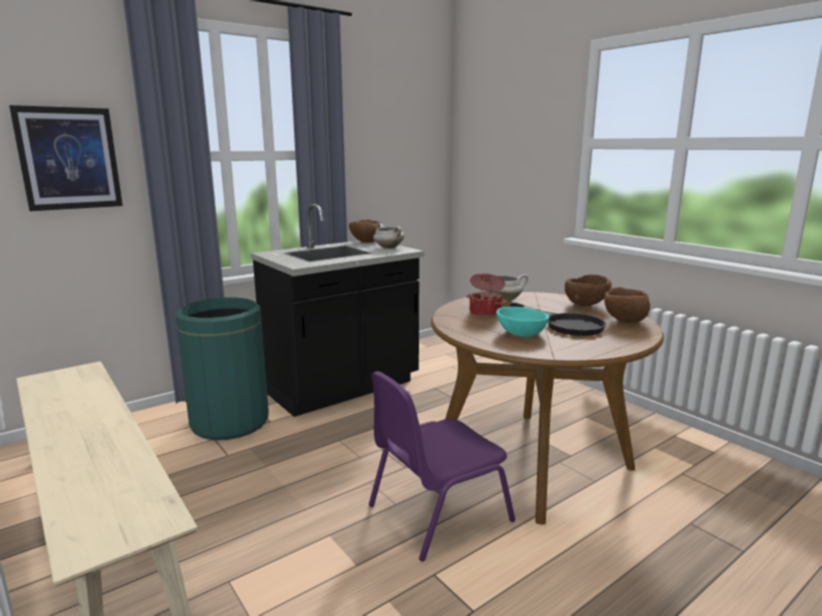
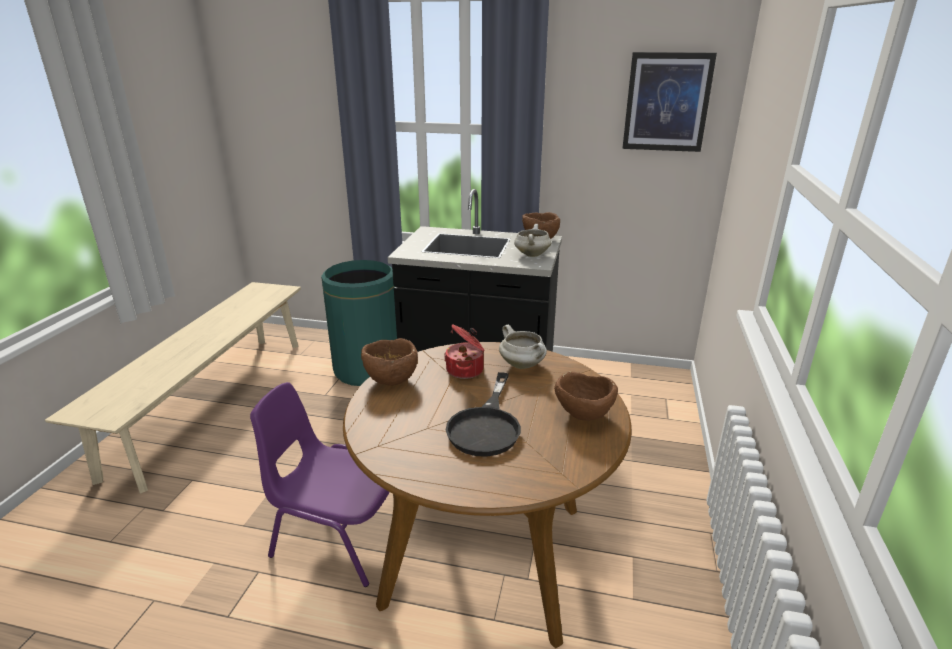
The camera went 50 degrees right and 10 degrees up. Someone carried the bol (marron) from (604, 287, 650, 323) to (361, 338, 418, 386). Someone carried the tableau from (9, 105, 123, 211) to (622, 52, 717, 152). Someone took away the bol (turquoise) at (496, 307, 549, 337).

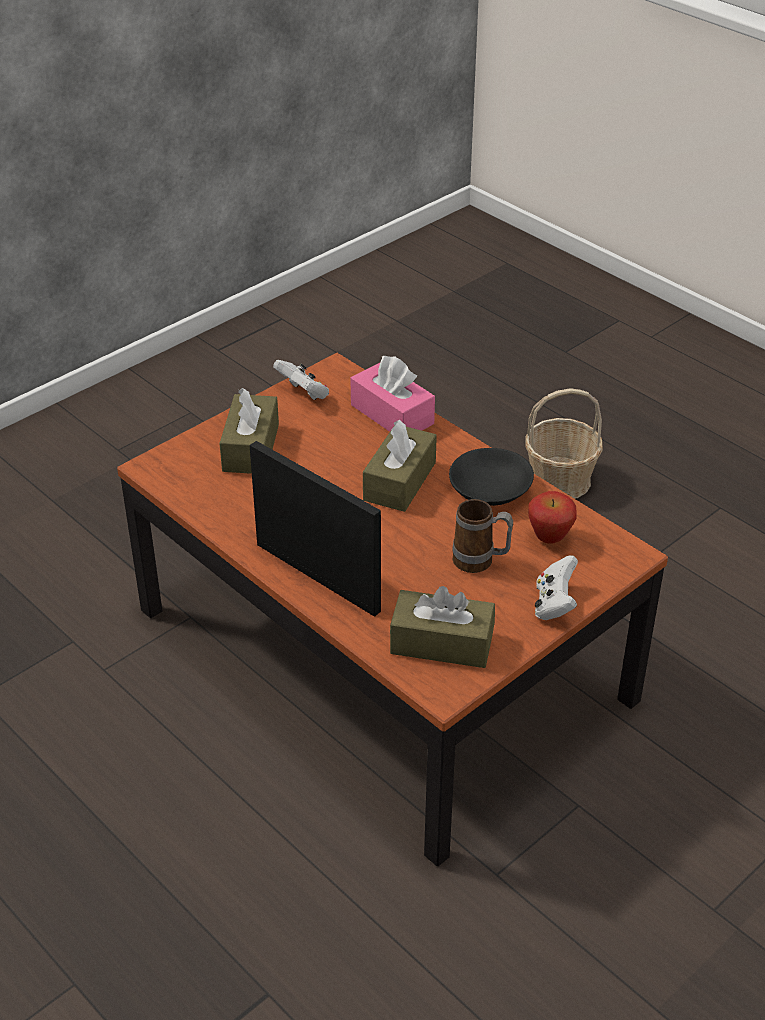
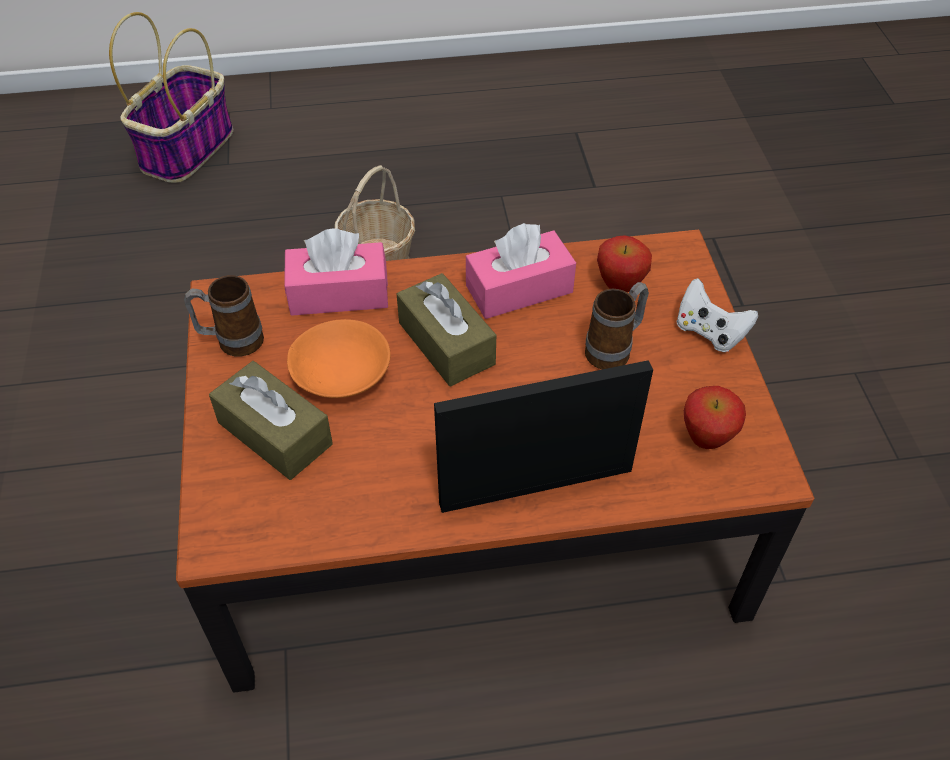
The camera went 55 degrees left and 10 degrees up. Someone put down the panier at (109, 12, 233, 183). Someone swapped the manette (blanc) at (273, 360, 329, 400) for the mug at (184, 275, 264, 356). Someone put down the bol (orange) at (287, 319, 390, 398). Someone swapped the bol (noir) at (449, 448, 534, 506) for the boîte à mouchoirs (rose) at (466, 223, 576, 319). Someone swapped the boîte à mouchoirs (marron) at (390, 586, 495, 668) for the pomme at (684, 386, 746, 449).

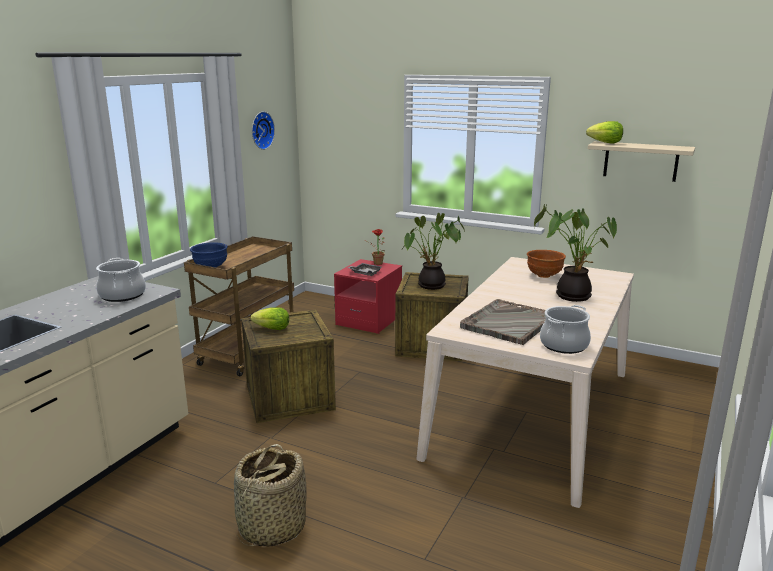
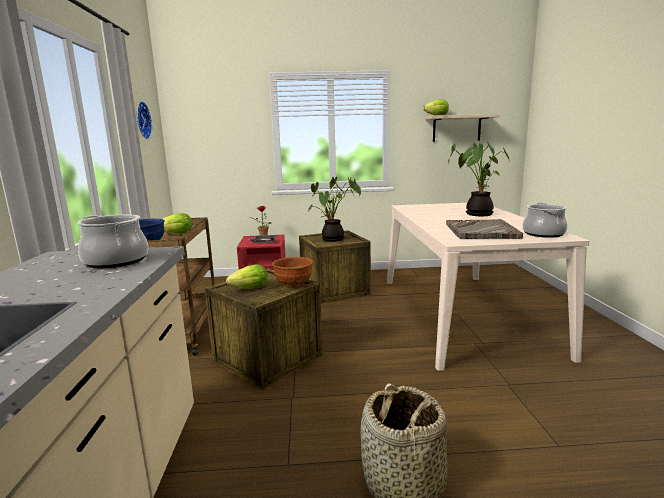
The camera went 30 degrees left and 5 degrees down. Someone put down the laitue at (163, 213, 192, 234). Someone carried the bol (marron) from (527, 250, 566, 278) to (272, 257, 313, 287).

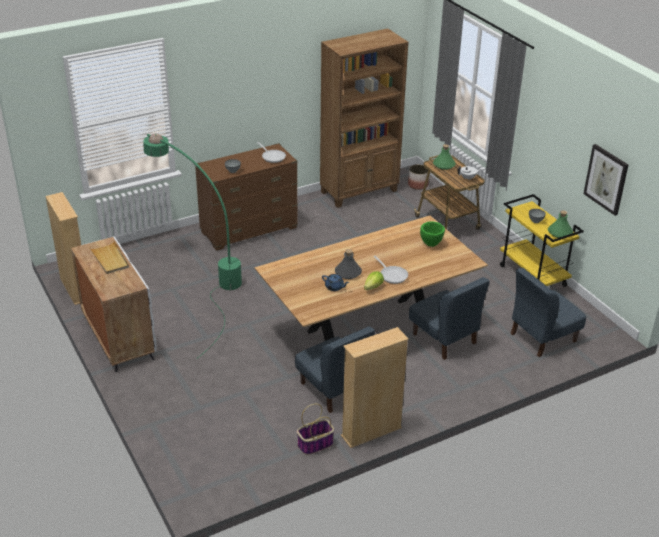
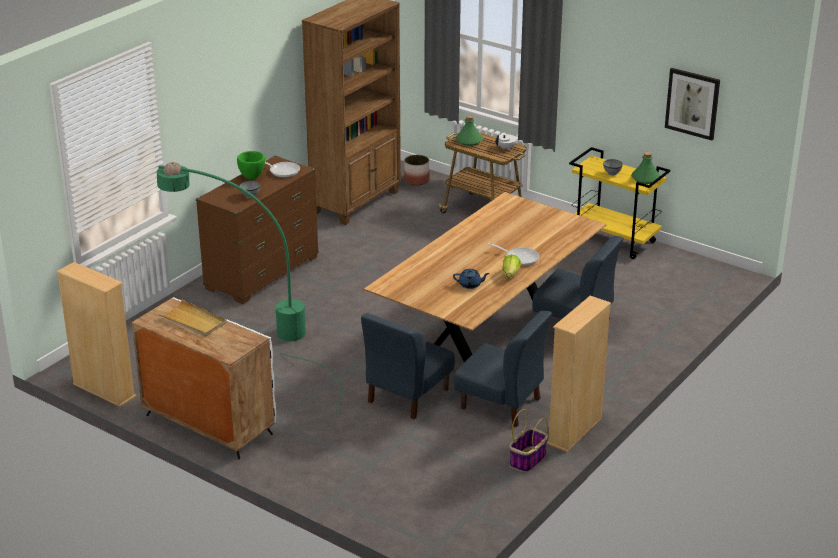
The camera went 25 degrees left and 5 degrees down. Someone carried the bol (vert) from (420, 221, 445, 247) to (237, 151, 265, 179). Someone carried the chaise (bleu) from (511, 268, 586, 357) to (361, 313, 455, 419). Someone took away the bouteille (gris) at (335, 249, 362, 279).

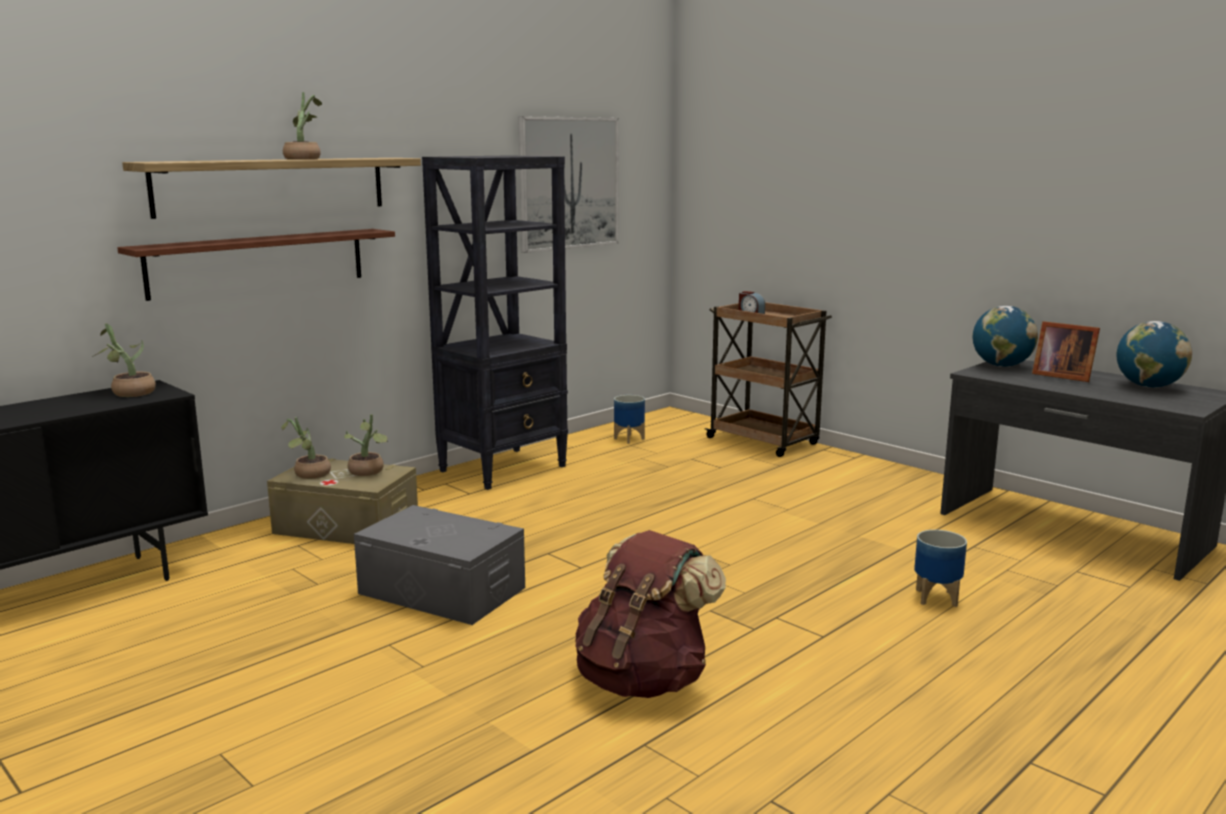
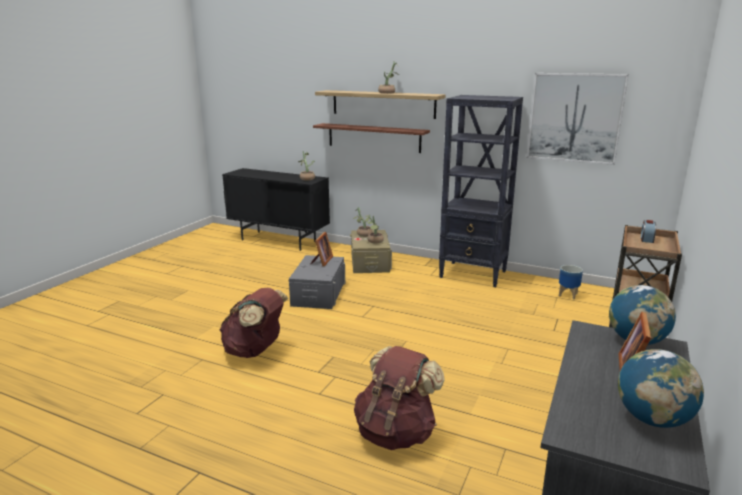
The camera went 70 degrees right and 5 degrees up. Someone put down the cadre photo at (311, 232, 333, 266). Someone swapped the cache-pot at (914, 530, 967, 607) for the sac à dos (marron) at (354, 346, 445, 450).

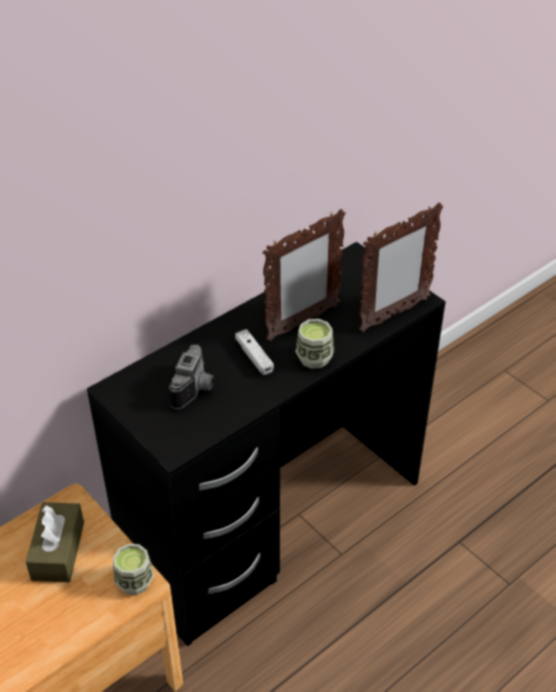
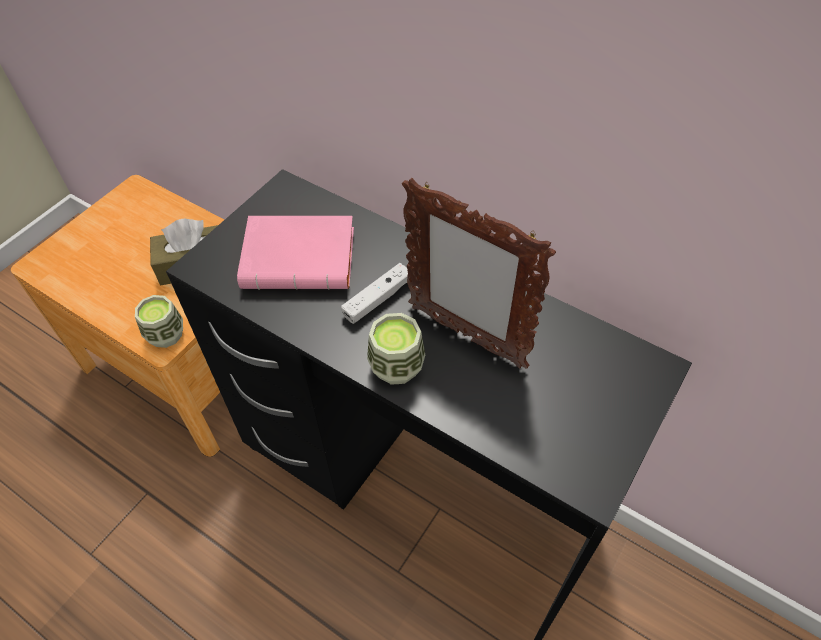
The camera went 75 degrees right and 10 degrees up. Someone swapped the appareil photo at (169, 344, 214, 409) for the livre (rose) at (237, 216, 354, 290). Someone took away the cadre photo at (359, 202, 443, 332).

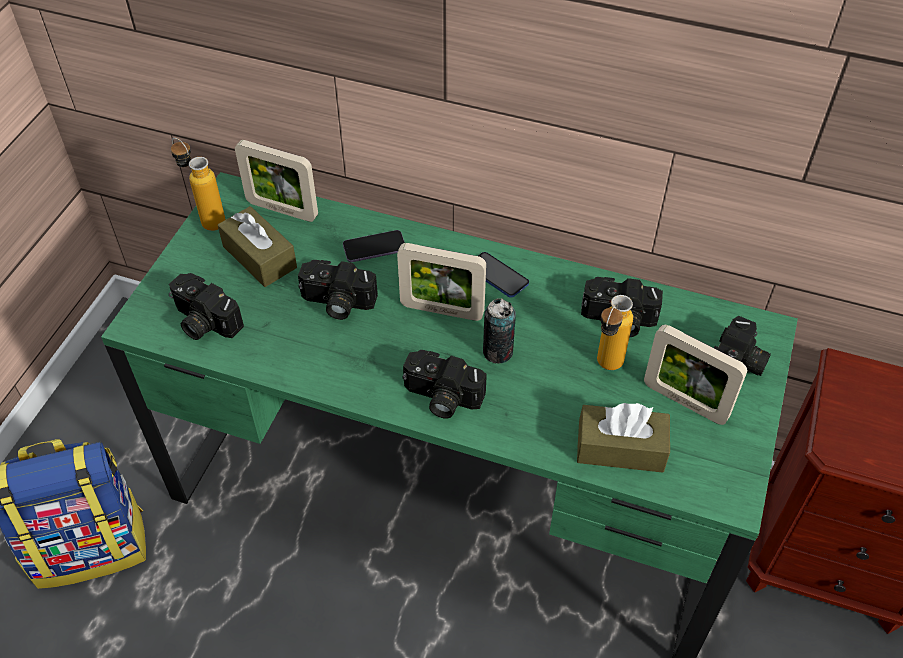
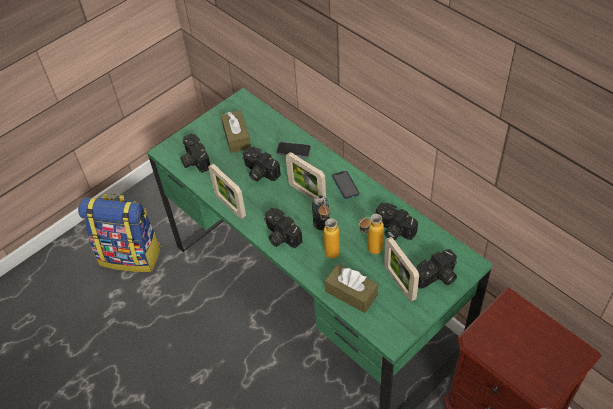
The camera went 30 degrees right and 0 degrees up. Someone carried the cadre photo from (235, 140, 318, 222) to (208, 164, 246, 219). Someone carried the bouteille from (171, 138, 226, 231) to (318, 204, 340, 259).

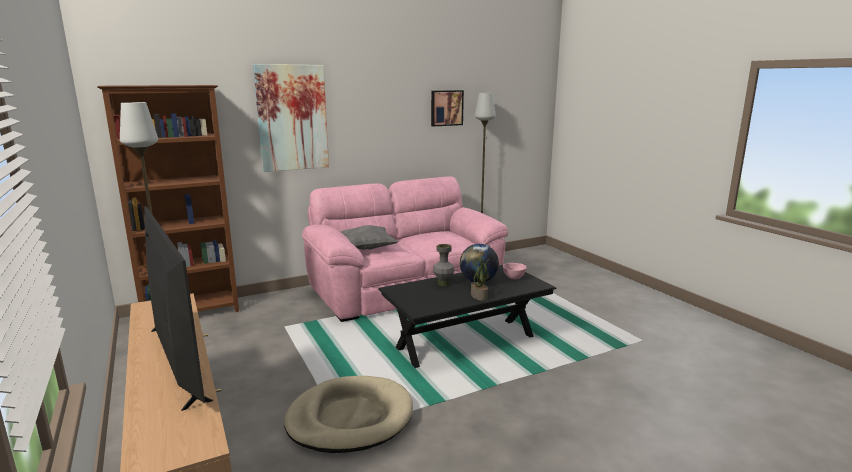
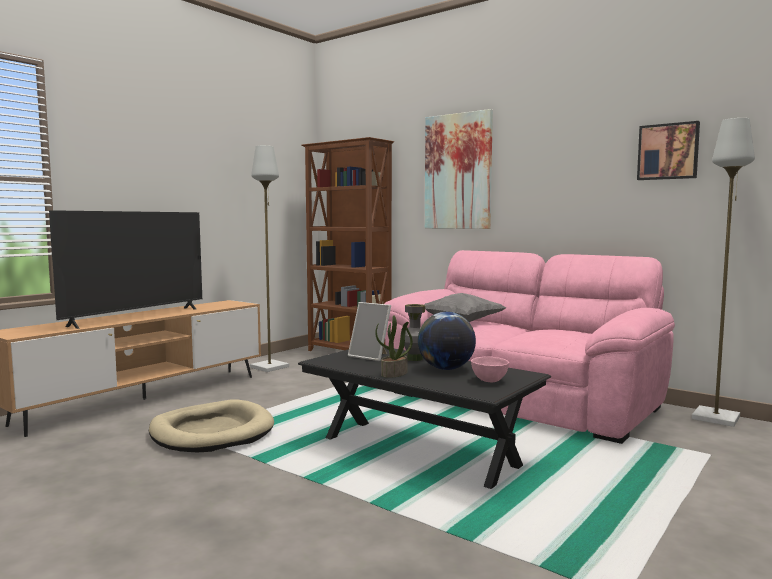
The camera went 65 degrees right and 10 degrees down. Someone put down the cadre photo at (348, 302, 391, 361).

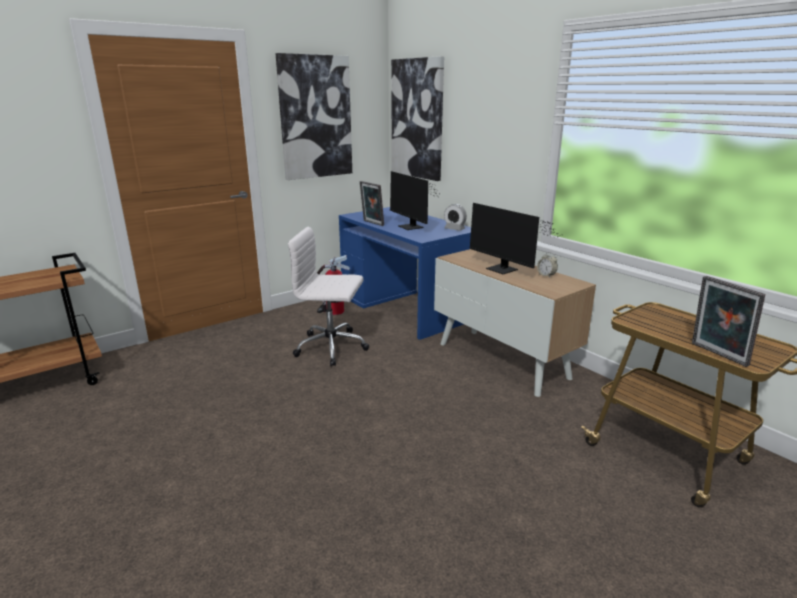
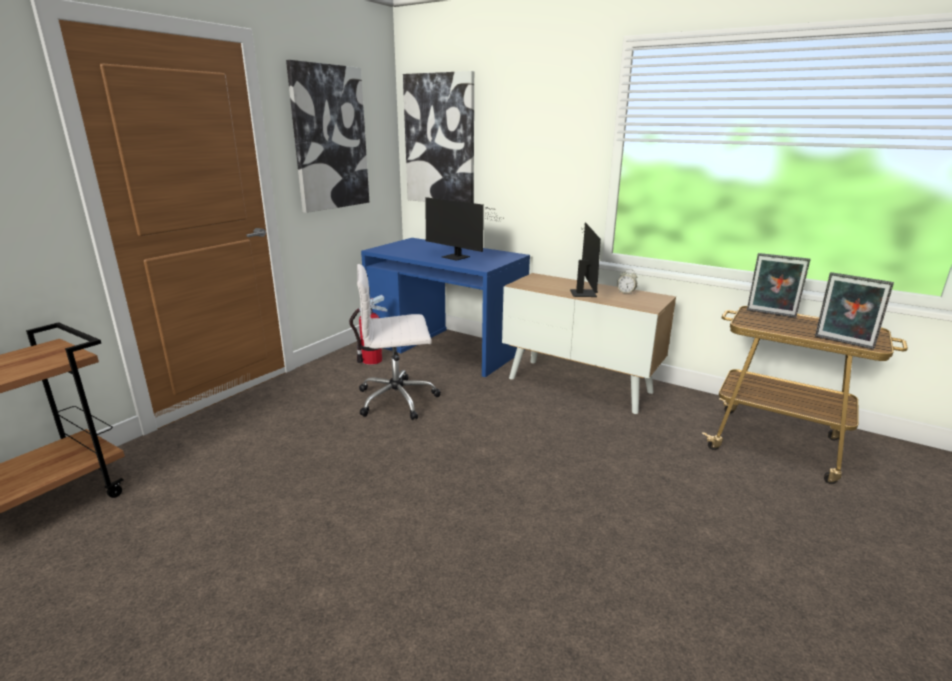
The camera went 20 degrees left and 0 degrees up. Someone rotated the écran d'ordinateur at (469, 203, 562, 274) by 120 degrees counterclockwise. Someone carried the cadre photo from (360, 181, 384, 226) to (747, 253, 811, 318). Someone took away the réveil at (444, 204, 467, 231).

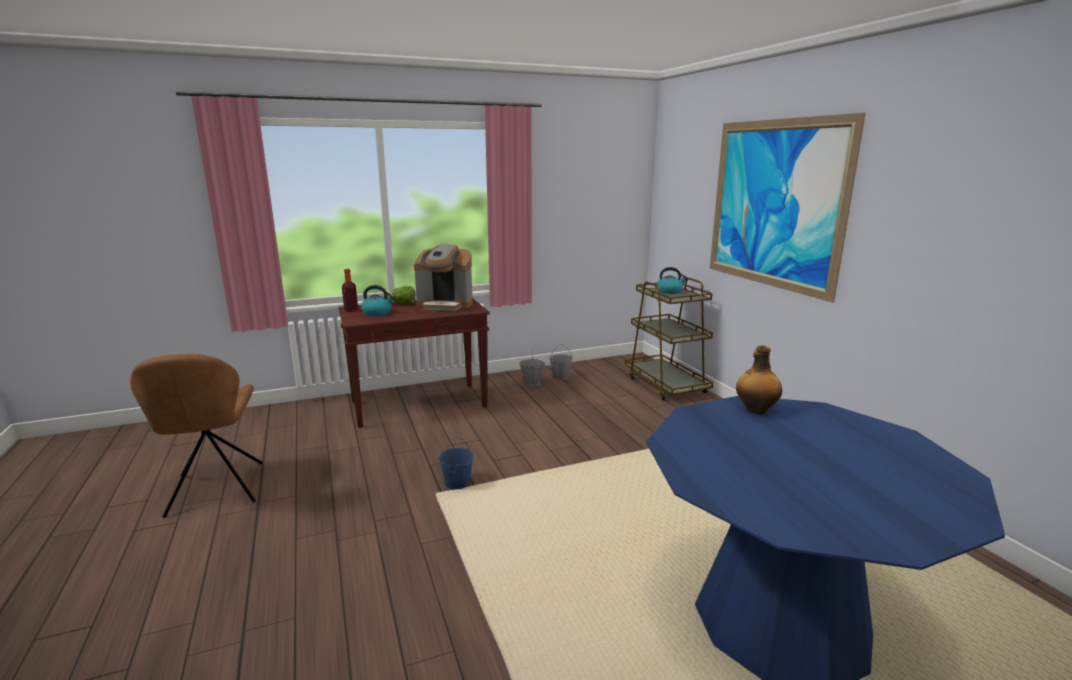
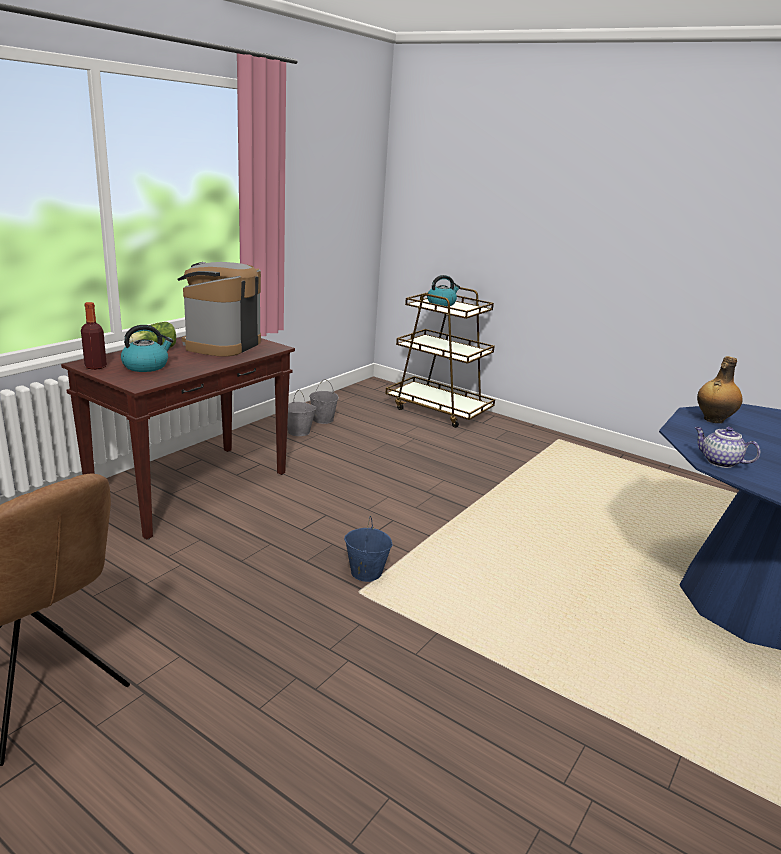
The camera went 35 degrees left and 5 degrees up. Someone rotated the machine à café at (414, 244, 473, 311) by 135 degrees clockwise. Someone put down the théière at (695, 427, 760, 468). Someone took away the tableau at (710, 113, 866, 303).

